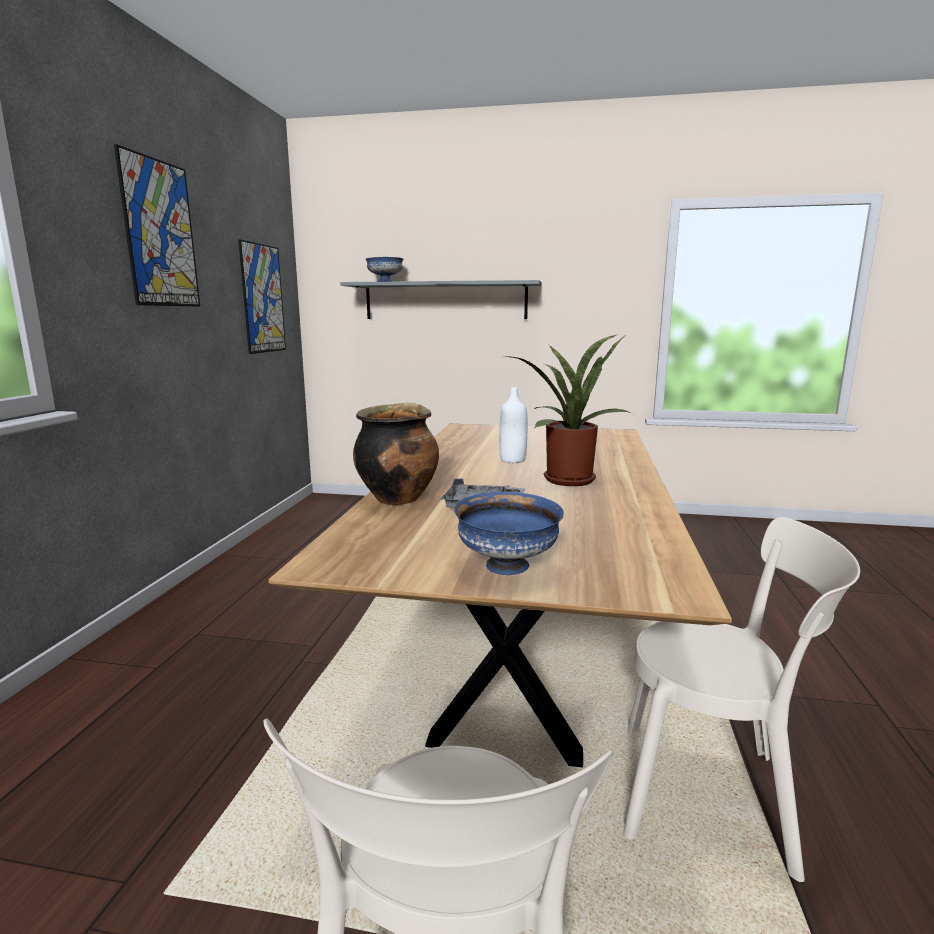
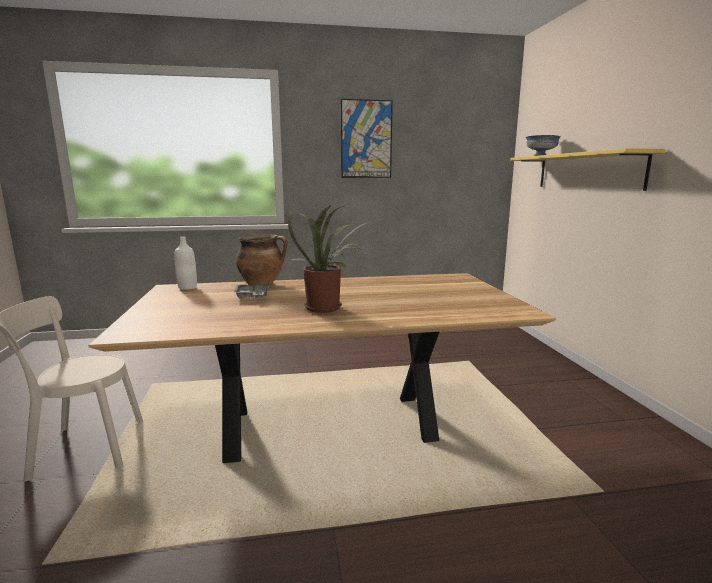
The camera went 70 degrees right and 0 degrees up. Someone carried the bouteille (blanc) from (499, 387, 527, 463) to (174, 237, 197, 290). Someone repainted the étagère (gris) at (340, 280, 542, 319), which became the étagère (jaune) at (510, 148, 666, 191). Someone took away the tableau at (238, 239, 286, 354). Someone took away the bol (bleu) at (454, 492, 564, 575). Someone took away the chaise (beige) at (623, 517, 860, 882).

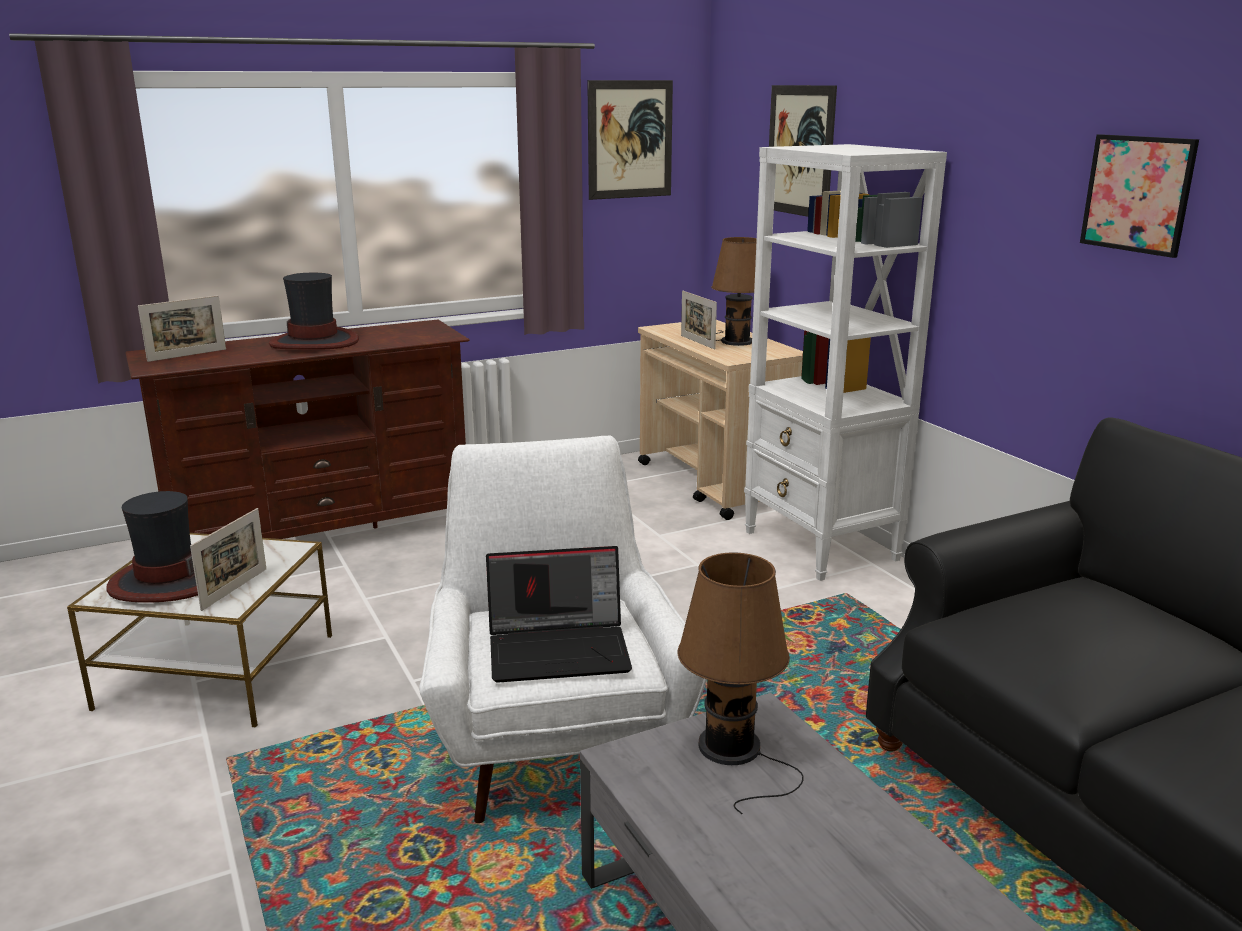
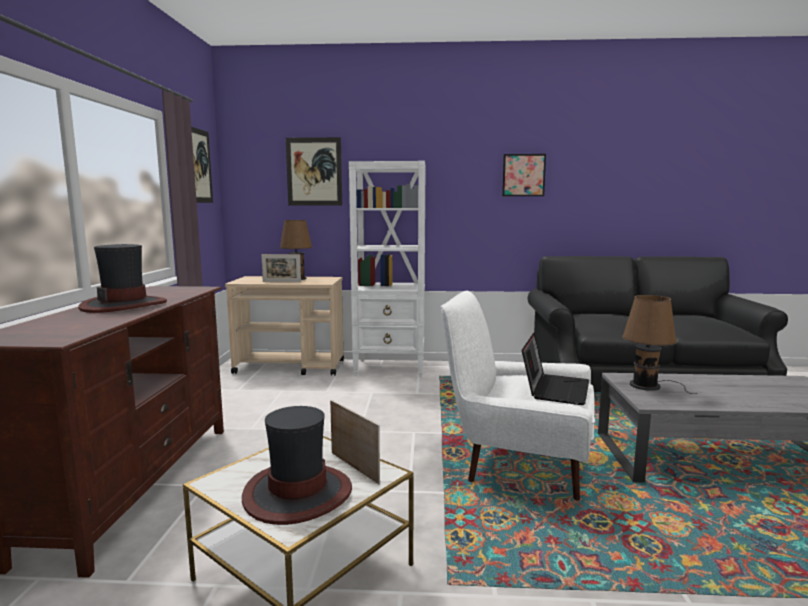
The camera went 60 degrees left and 10 degrees down. Someone took away the cadre photo at (138, 295, 226, 362).

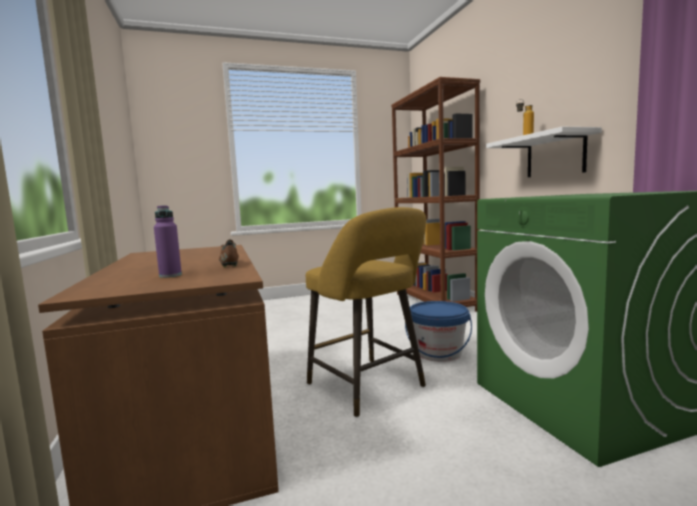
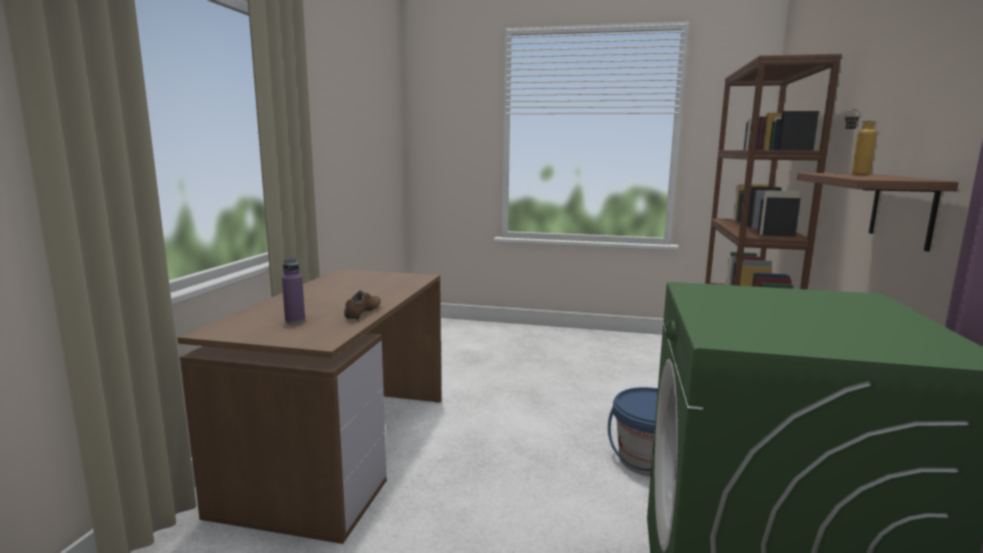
The camera went 30 degrees right and 5 degrees up. Someone repainted the étagère (blanc) at (486, 127, 602, 177), which became the étagère (marron) at (797, 173, 959, 252). Someone took away the tabouret (jaune) at (306, 207, 426, 417).

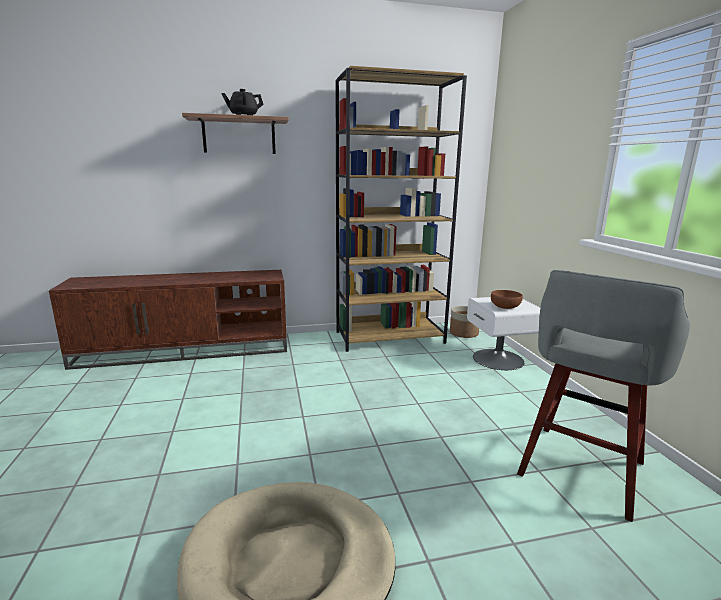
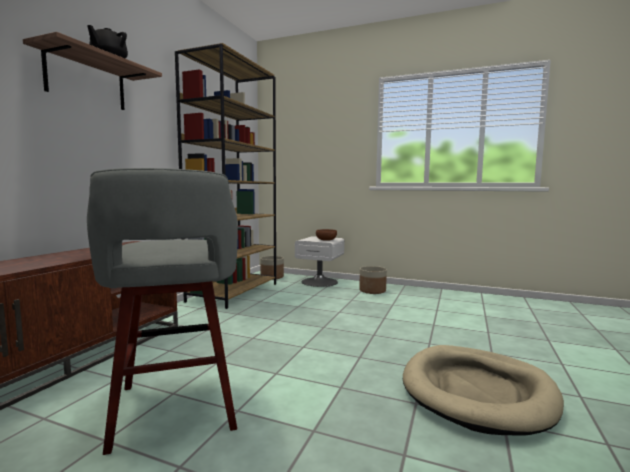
The camera went 55 degrees left and 10 degrees down. Someone carried the tabouret (gris) from (517, 270, 690, 522) to (87, 168, 238, 455). Someone put down the cache-pot at (359, 266, 387, 294).

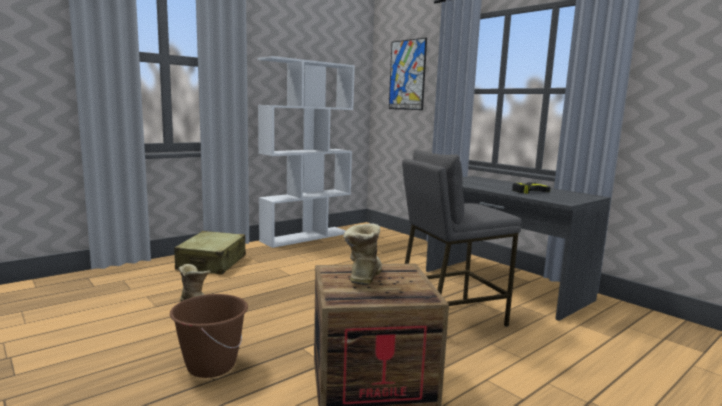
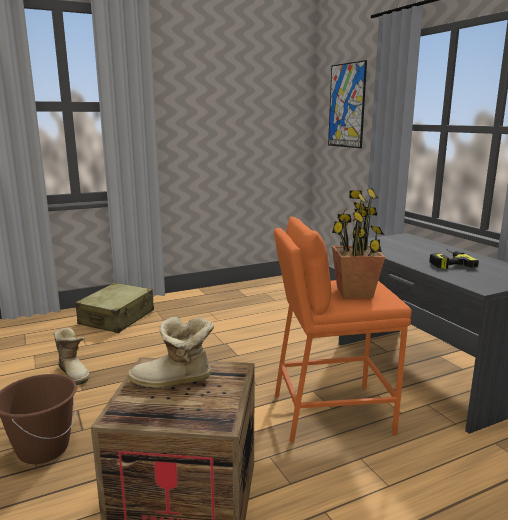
The camera went 15 degrees right and 5 degrees up. Someone rotated the botte at (343, 223, 382, 285) by 120 degrees counterclockwise. Someone repainted the tabouret (gris) at (402, 150, 521, 327), which became the tabouret (orange) at (274, 217, 412, 443). Someone put down the plante en pot at (332, 188, 385, 298). Someone took away the bibliothèque (blanc) at (257, 56, 355, 248).

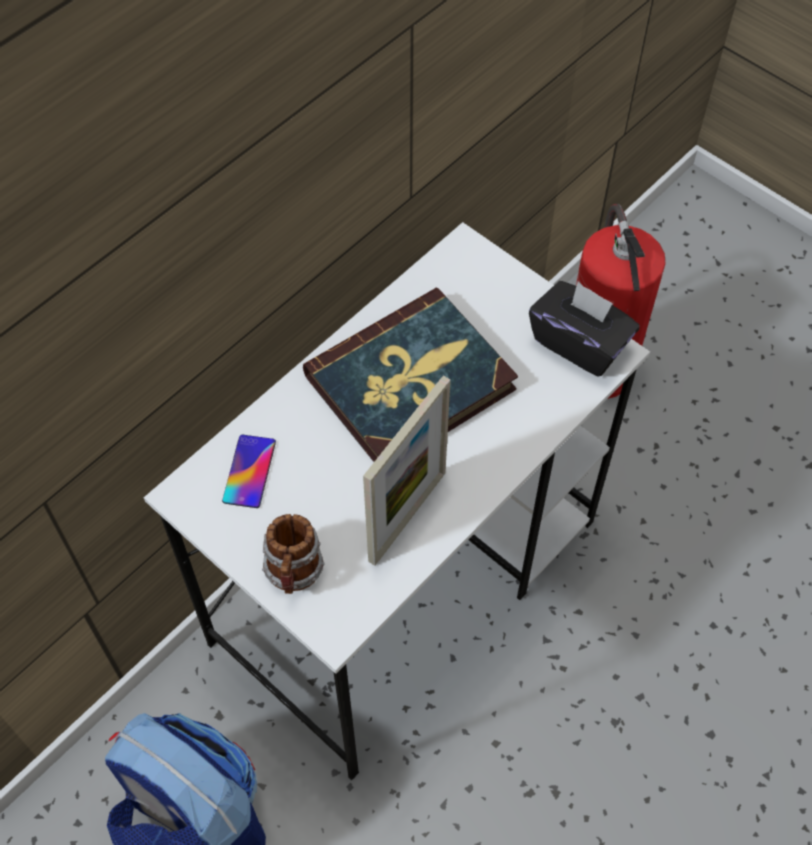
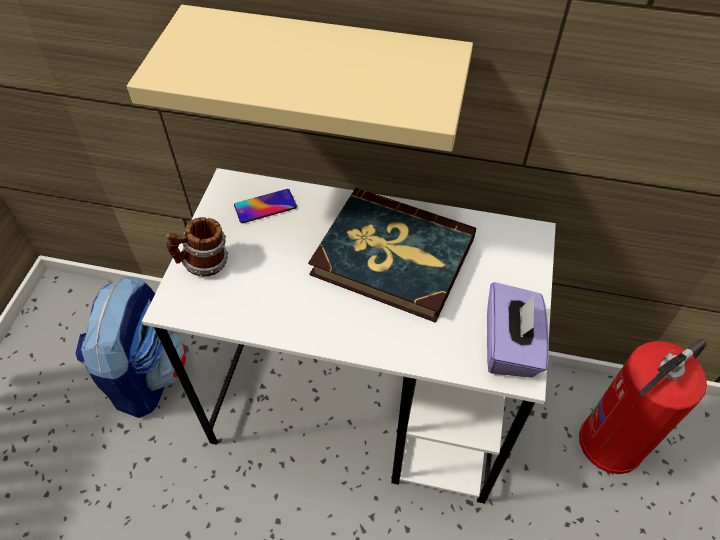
The camera went 60 degrees right and 5 degrees down. Someone put up the étagère (beige) at (127, 5, 473, 152). Someone repainted the boîte à mouchoirs (noir) at (529, 281, 640, 376), which became the boîte à mouchoirs (violet) at (487, 282, 549, 377). Someone took away the cadre photo at (363, 376, 451, 566).

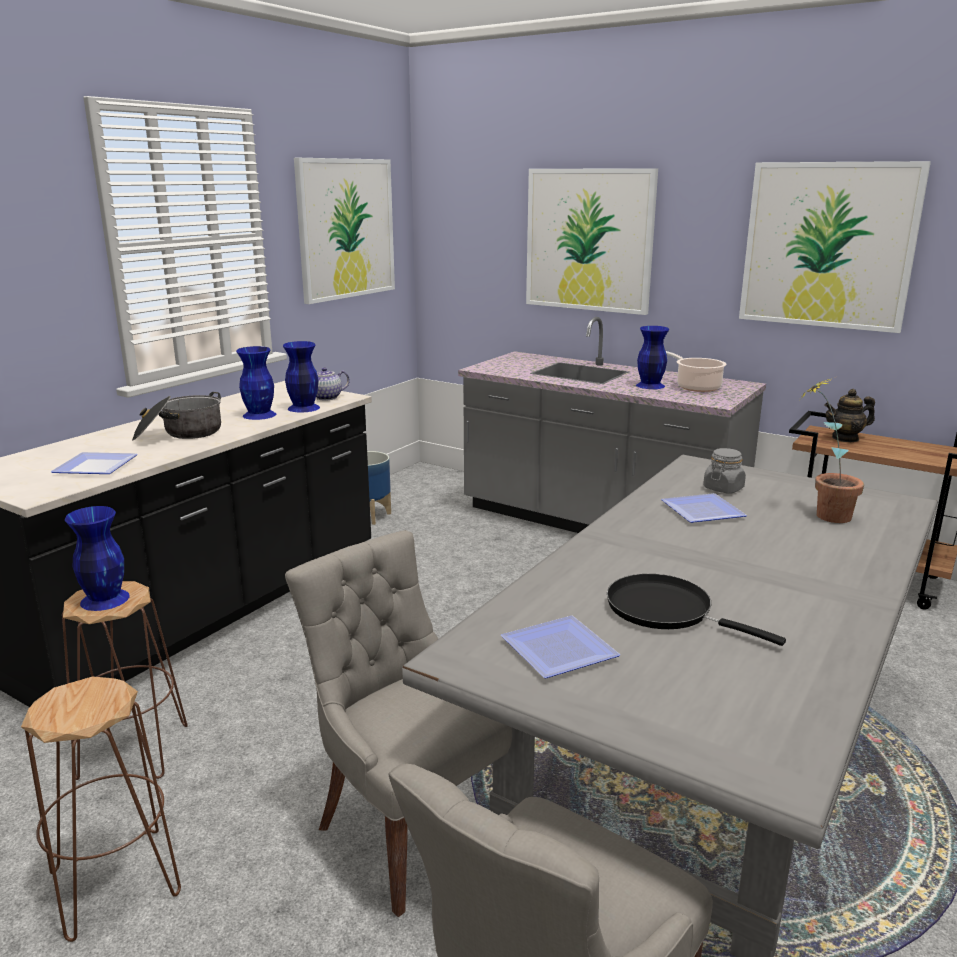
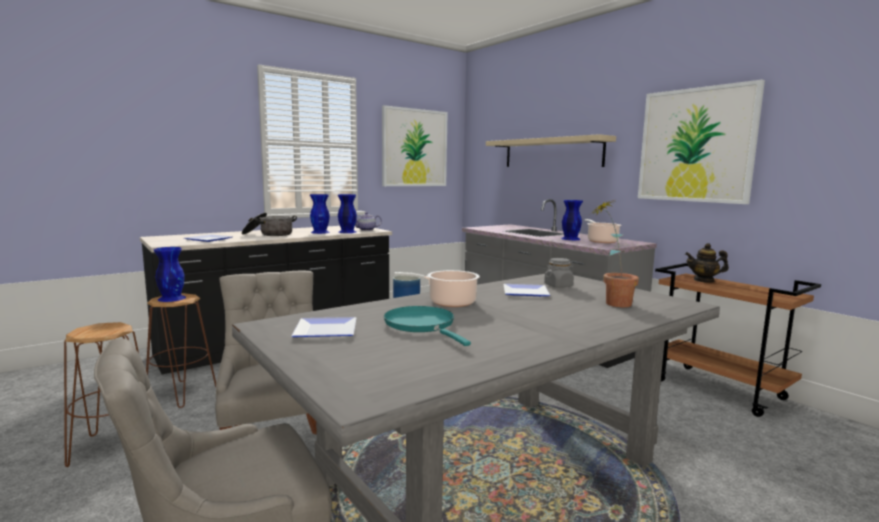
The camera went 20 degrees right and 10 degrees down. Someone repainted the poêle (noir) at (607, 574, 786, 646), which became the poêle (turquoise) at (384, 306, 471, 346). Someone put down the marmite at (394, 270, 480, 307). Someone swapped the tableau at (526, 168, 658, 315) for the étagère (beige) at (486, 134, 616, 167).

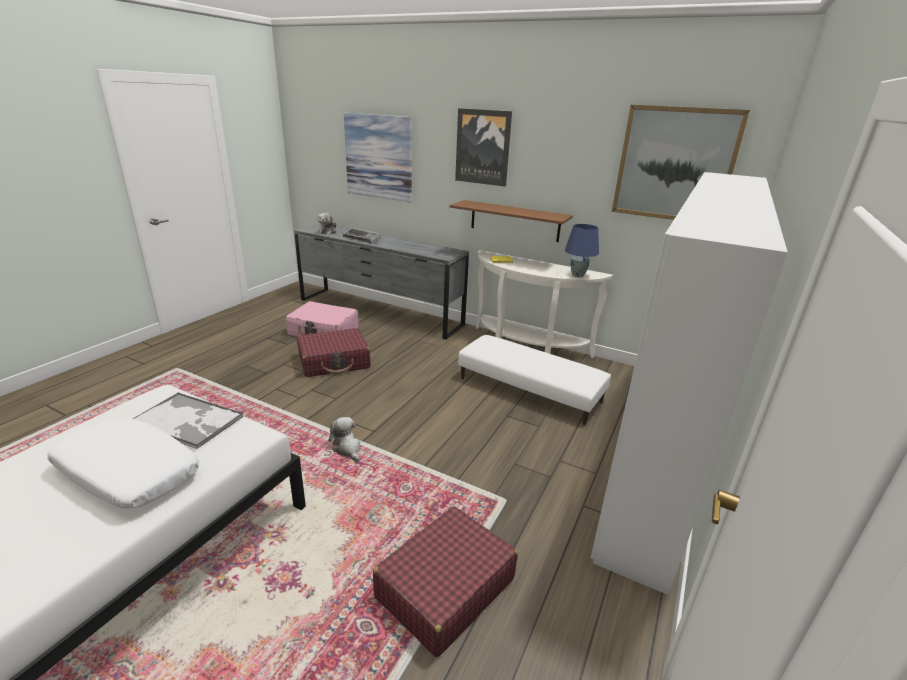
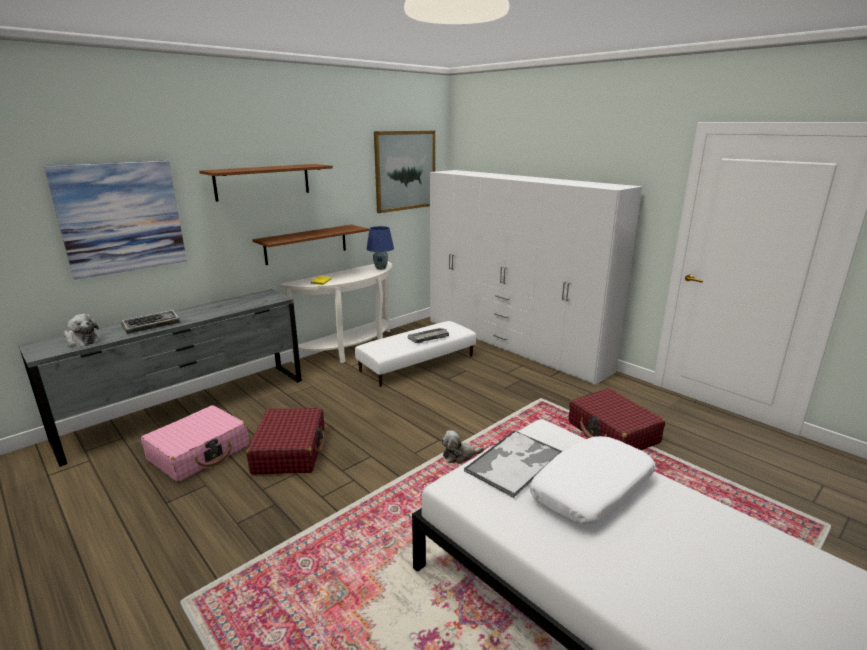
The camera went 70 degrees left and 5 degrees down. Someone swapped the tableau at (455, 108, 512, 187) for the étagère (marron) at (199, 164, 333, 202). Someone put down the clavier at (408, 328, 449, 343).

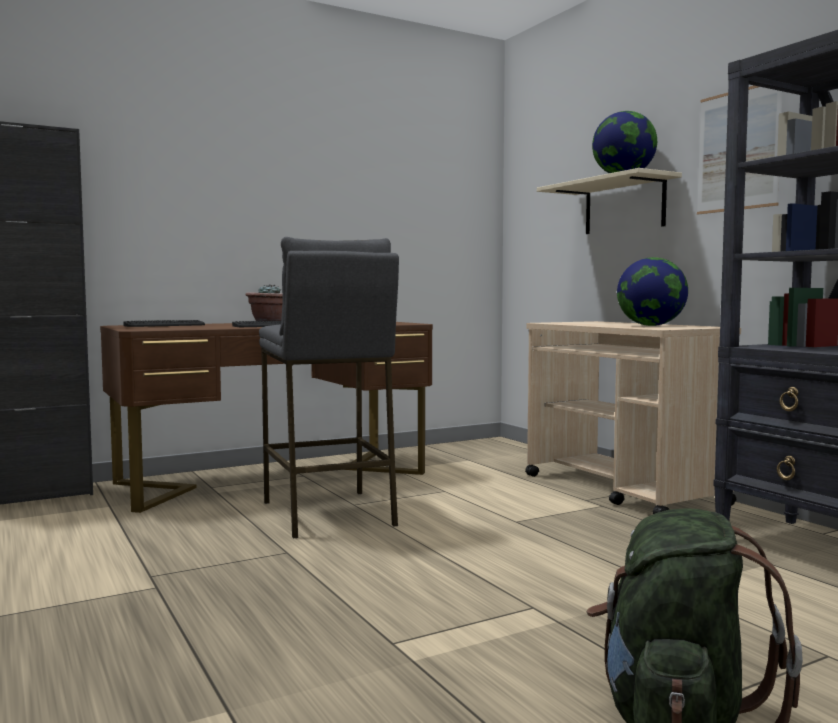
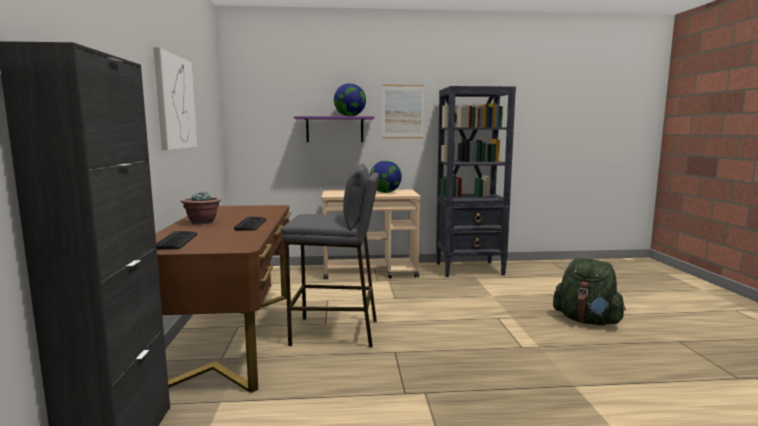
The camera went 65 degrees left and 5 degrees up. Someone put up the tableau at (153, 47, 198, 150). Someone repainted the étagère (beige) at (537, 168, 682, 234), which became the étagère (violet) at (294, 116, 374, 142).

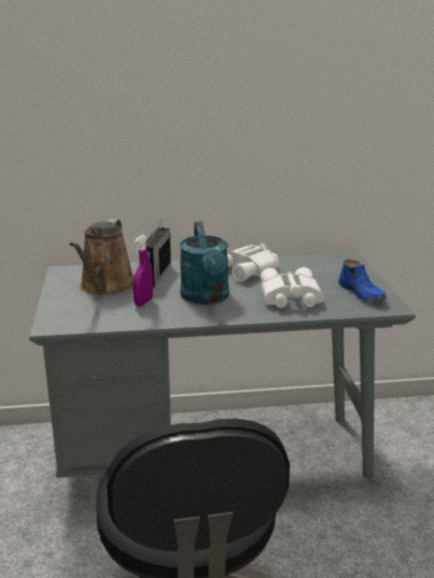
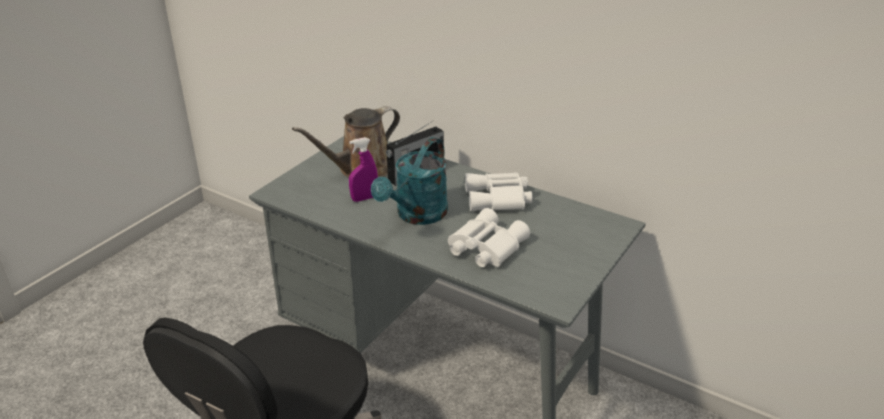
The camera went 40 degrees right and 10 degrees up. Someone took away the chaussure (bleu) at (338, 259, 387, 302).

